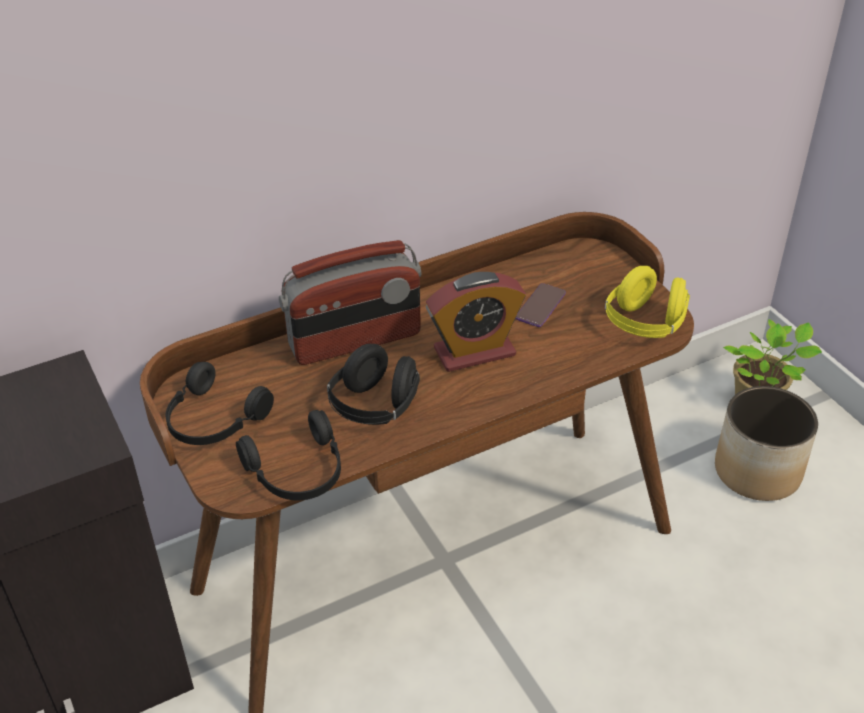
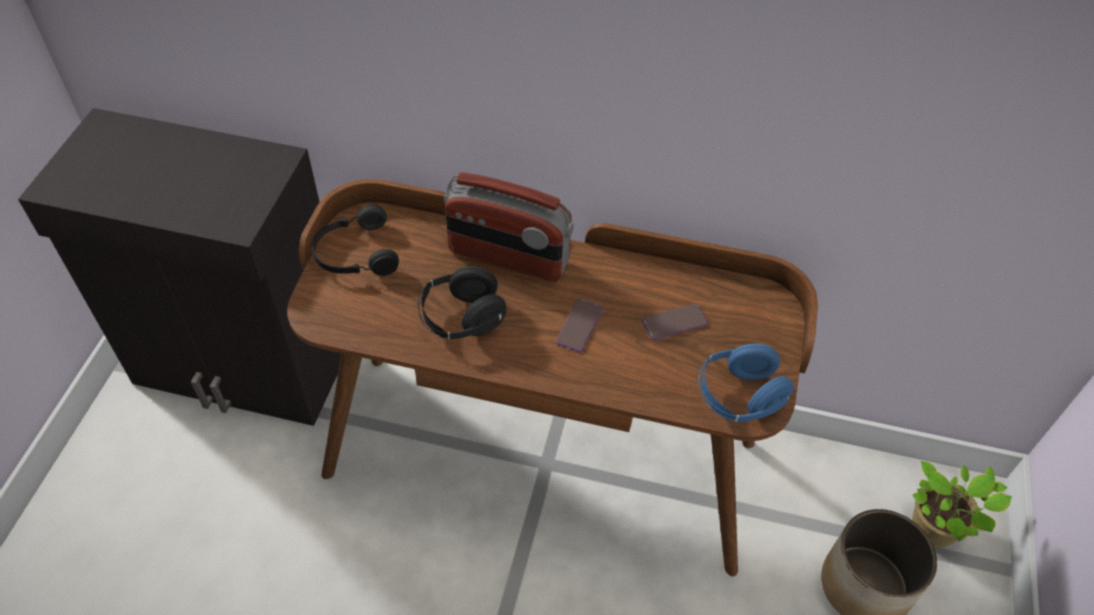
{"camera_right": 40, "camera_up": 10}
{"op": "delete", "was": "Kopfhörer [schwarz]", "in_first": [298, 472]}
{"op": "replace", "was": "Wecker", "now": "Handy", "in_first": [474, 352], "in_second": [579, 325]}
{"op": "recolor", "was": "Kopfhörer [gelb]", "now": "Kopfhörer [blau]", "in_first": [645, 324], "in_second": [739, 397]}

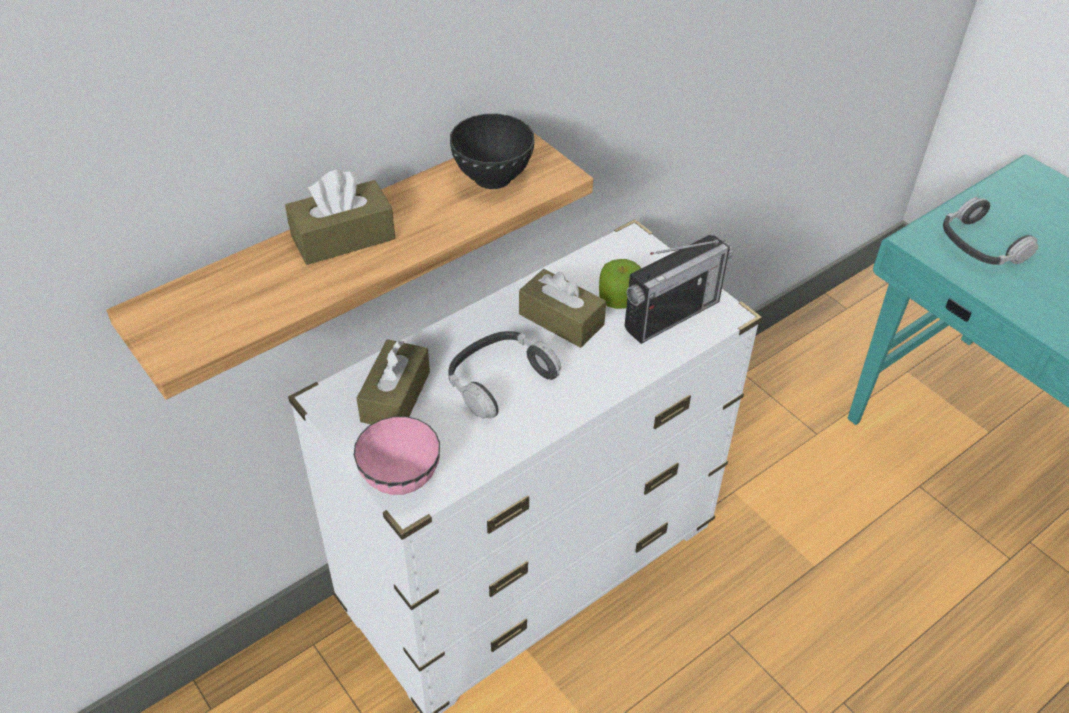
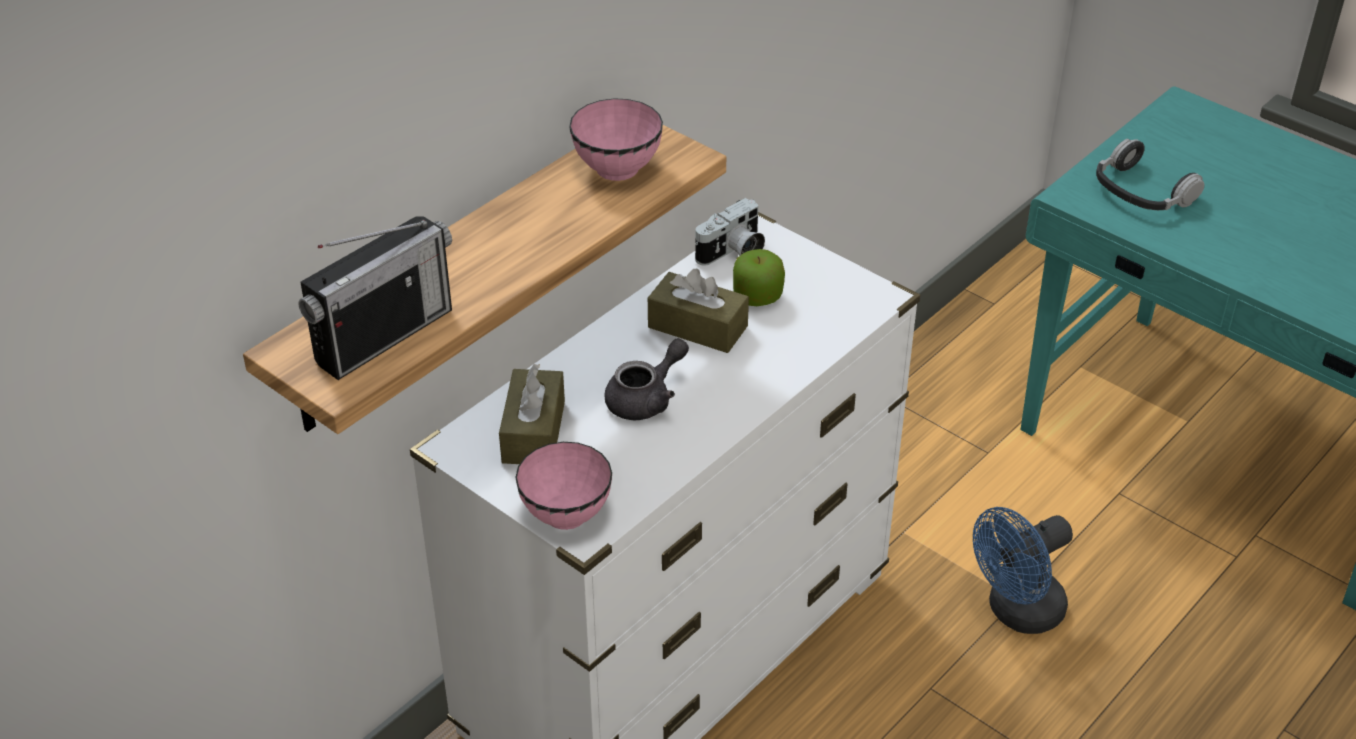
{"camera_right": -10, "camera_up": -5}
{"op": "delete", "was": "Taschentuchbox [braun]", "in_first": [343, 237]}
{"op": "insert", "now": "Kamera", "in_second": [733, 253]}
{"op": "insert", "now": "Ventilator [blau]", "in_second": [1017, 612]}
{"op": "move", "was": "Radio", "in_first": [672, 315], "in_second": [384, 336]}
{"op": "replace", "was": "Kopfhörer", "now": "Teekanne [grau]", "in_first": [499, 380], "in_second": [646, 399]}
{"op": "recolor", "was": "Schüssel [schwarz]", "now": "Schüssel [rosa]", "in_first": [492, 176], "in_second": [616, 168]}

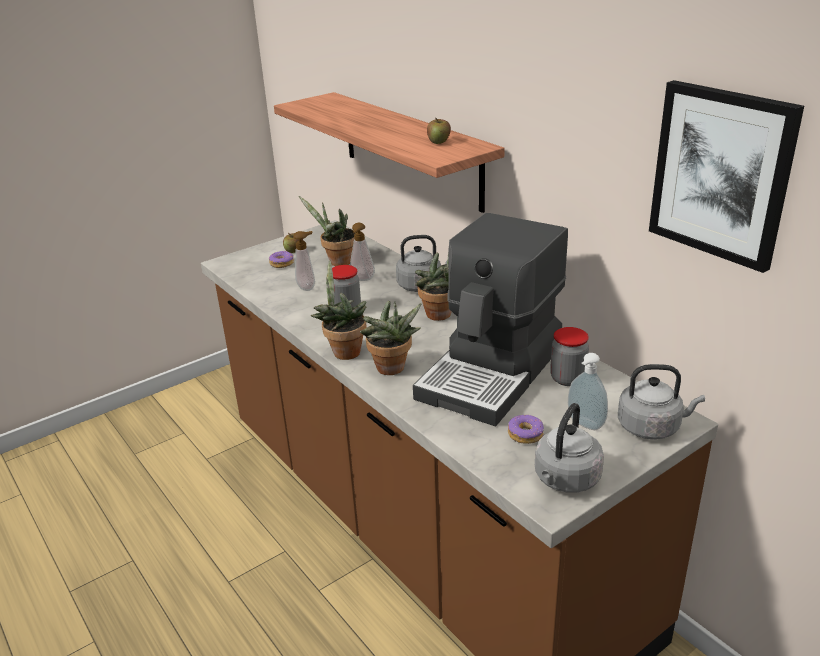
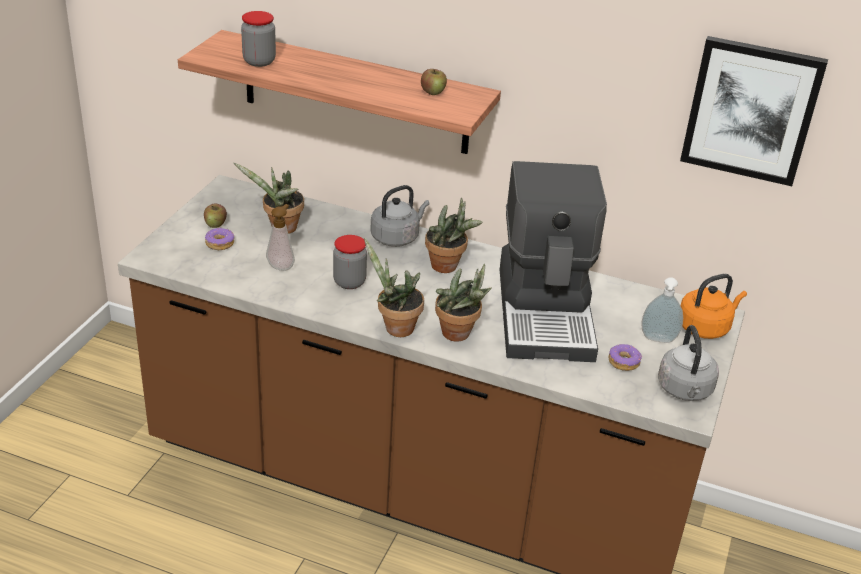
{"camera_right": -35, "camera_up": 5}
{"op": "delete", "was": "Seifenspender", "in_first": [362, 280]}
{"op": "move", "was": "Vorratsglas", "in_first": [567, 378], "in_second": [259, 61]}
{"op": "recolor", "was": "Wasserkessel [grau]", "now": "Wasserkessel [orange]", "in_first": [652, 427], "in_second": [705, 327]}

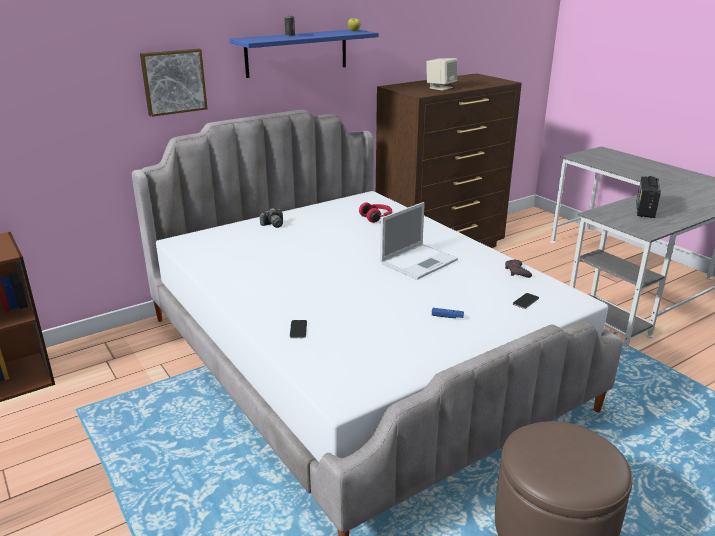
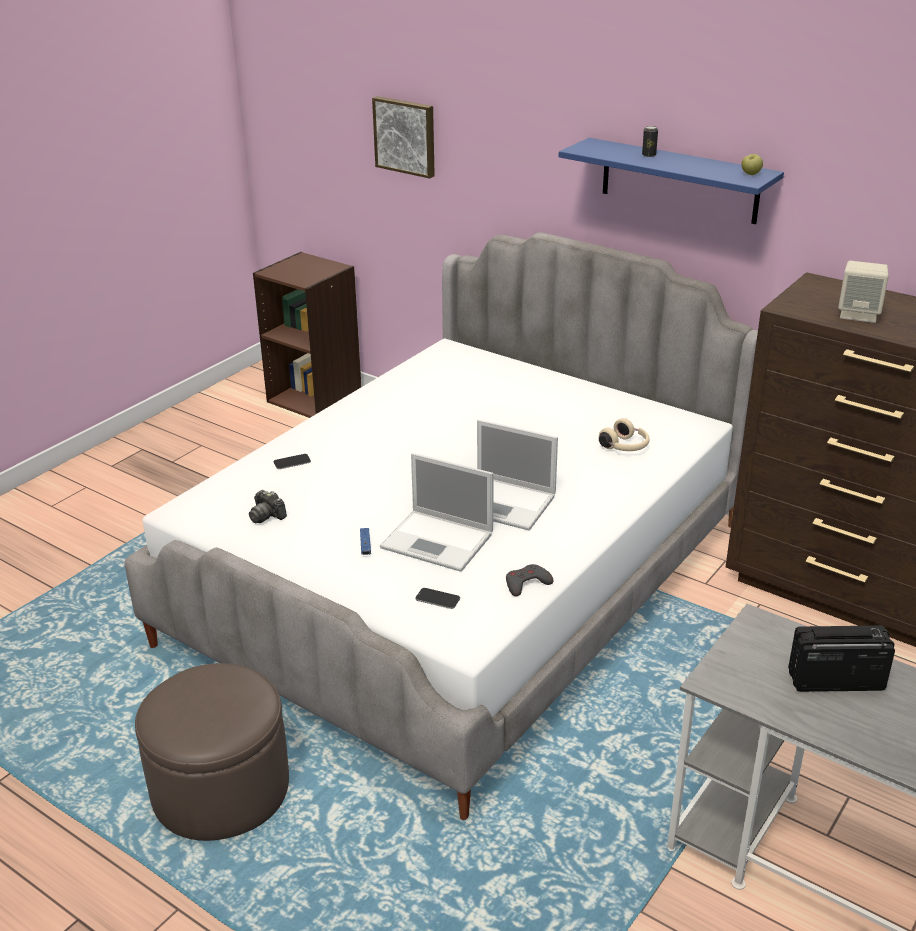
{"camera_right": 70, "camera_up": 5}
{"op": "insert", "now": "Laptop", "in_second": [439, 541]}
{"op": "move", "was": "Bild", "in_first": [173, 81], "in_second": [406, 136]}
{"op": "move", "was": "Kamera", "in_first": [273, 225], "in_second": [267, 515]}
{"op": "recolor", "was": "Kopfhörer [rot]", "now": "Kopfhörer [beige]", "in_first": [376, 217], "in_second": [625, 447]}

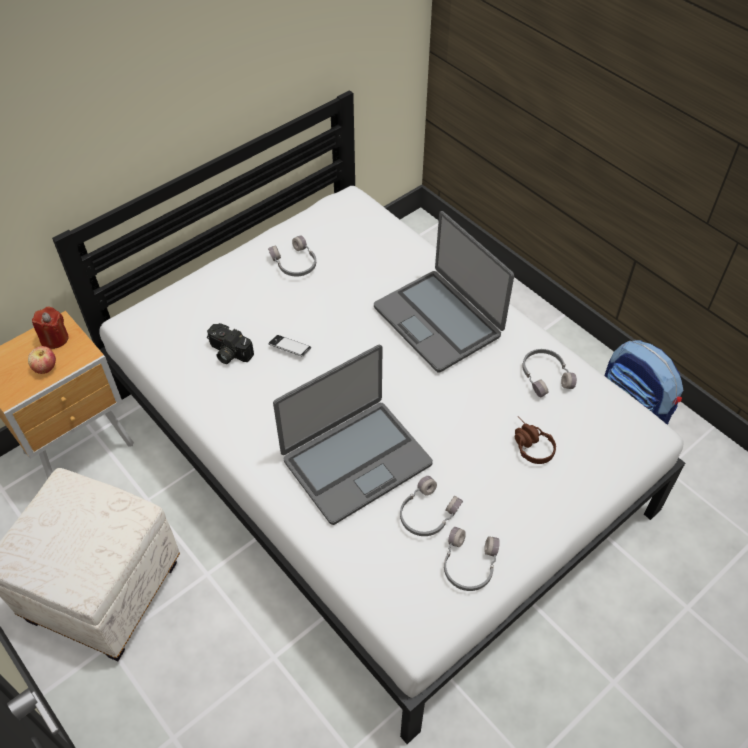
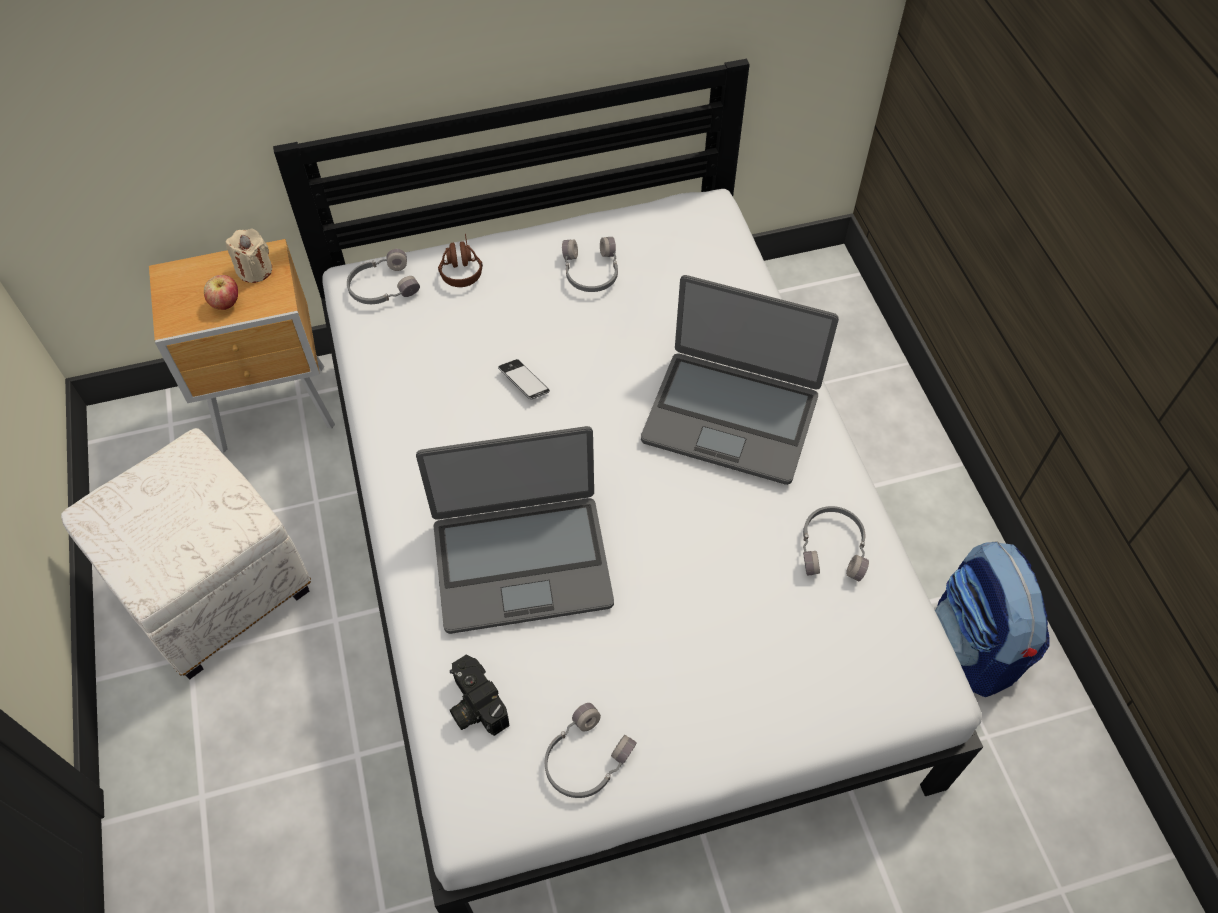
{"camera_right": 25, "camera_up": 5}
{"op": "move", "was": "Kamera", "in_first": [228, 353], "in_second": [473, 705]}
{"op": "move", "was": "Kopfhörer [grau]", "in_first": [426, 513], "in_second": [382, 287]}
{"op": "move", "was": "Kopfhörer [braun]", "in_first": [529, 444], "in_second": [460, 267]}
{"op": "recolor", "was": "Kerze [rot]", "now": "Kerze [beige]", "in_first": [55, 338], "in_second": [255, 270]}
{"op": "rotate", "was": "Laptop", "in_first": [438, 320], "in_second": [731, 416], "clockwise": -60}

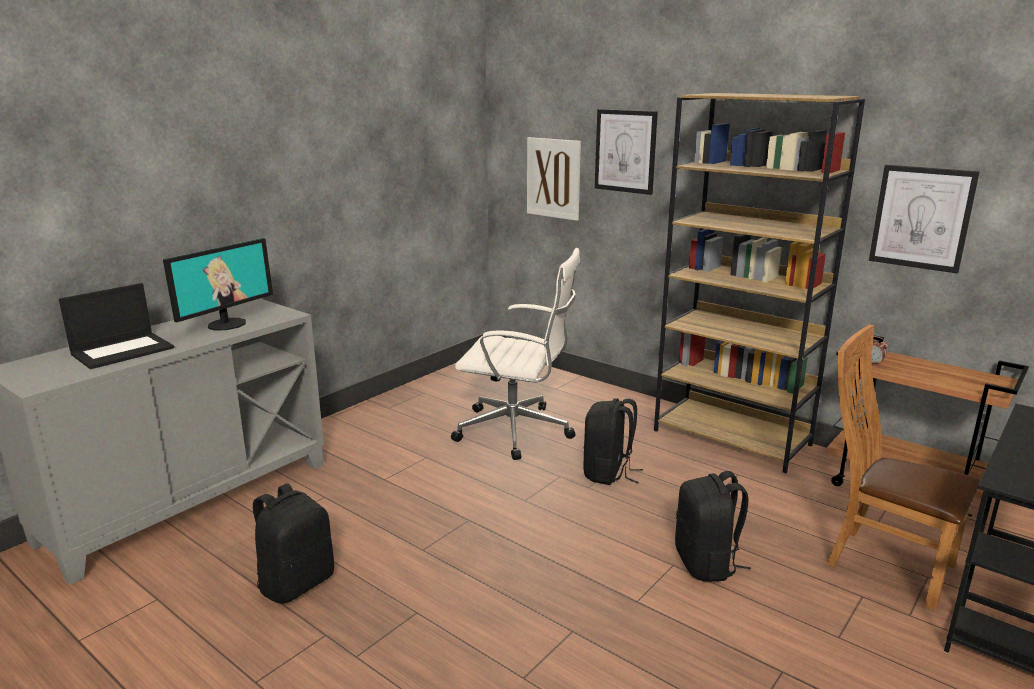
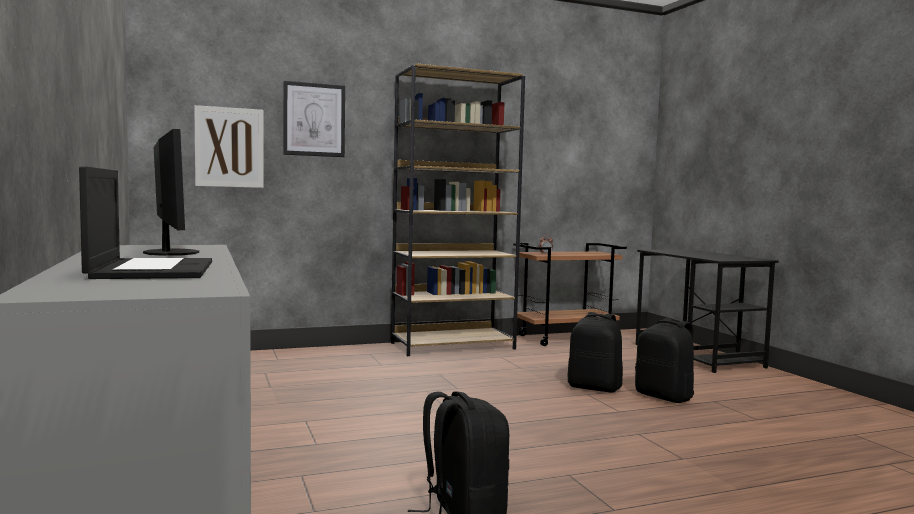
{"camera_right": -60, "camera_up": -15}
{"op": "delete", "was": "Bürostuhl [weiß]", "in_first": [517, 431]}
{"op": "delete", "was": "Stuhl [braun]", "in_first": [881, 562]}
{"op": "delete", "was": "Bild", "in_first": [921, 218]}
{"op": "move", "was": "Rucksack [schwarz]", "in_first": [608, 473], "in_second": [665, 397]}

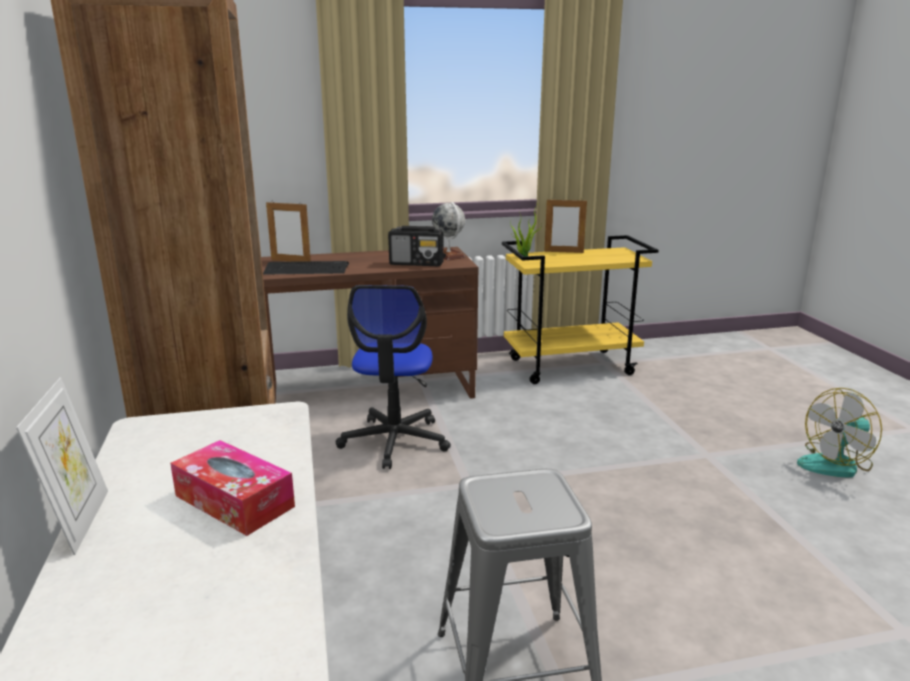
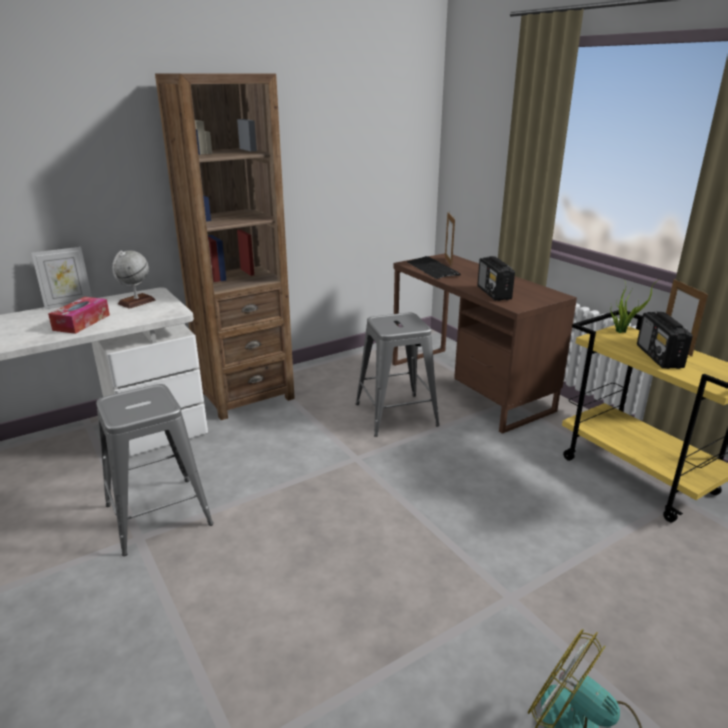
{"camera_right": 70, "camera_up": 5}
{"op": "insert", "now": "Radio", "in_second": [659, 357]}
{"op": "move", "was": "Globus", "in_first": [448, 256], "in_second": [136, 302]}
{"op": "replace", "was": "Bürostuhl", "now": "Hocker [grau]", "in_first": [394, 441], "in_second": [396, 415]}

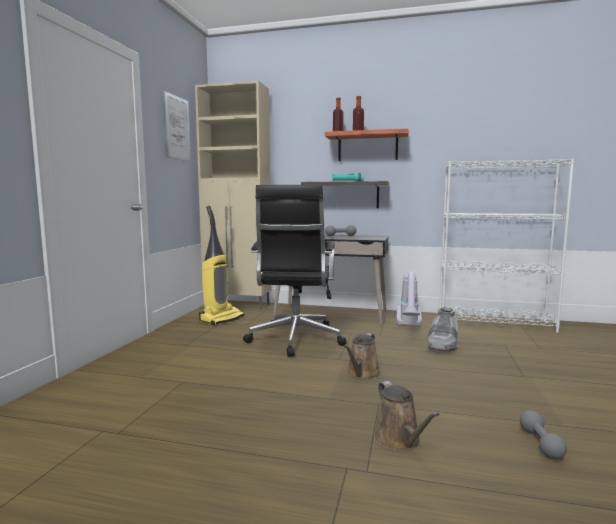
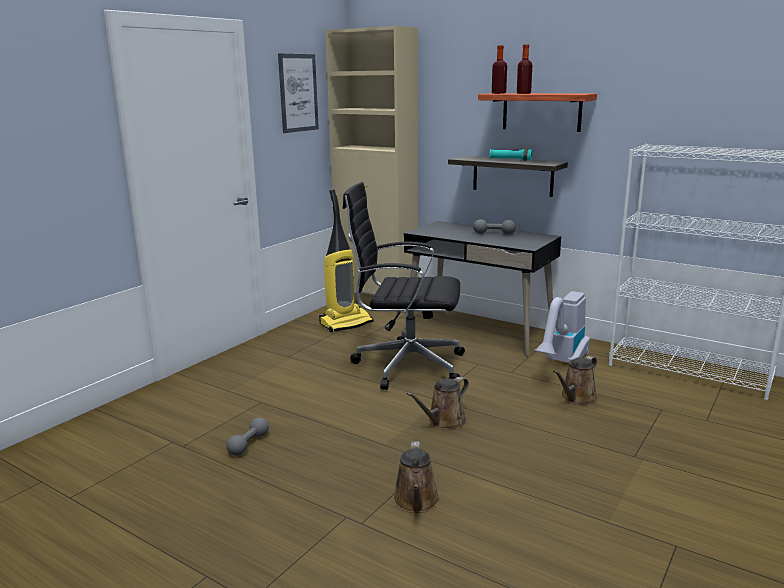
{"camera_right": 20, "camera_up": 10}
{"op": "move", "was": "Hantel [grau]", "in_first": [540, 444], "in_second": [249, 444]}
{"op": "replace", "was": "Stiefel [grau]", "now": "Gießkanne [braun]", "in_first": [443, 346], "in_second": [576, 398]}
{"op": "rotate", "was": "Bürostuhl [schwarz]", "in_first": [295, 340], "in_second": [406, 365], "clockwise": 75}

